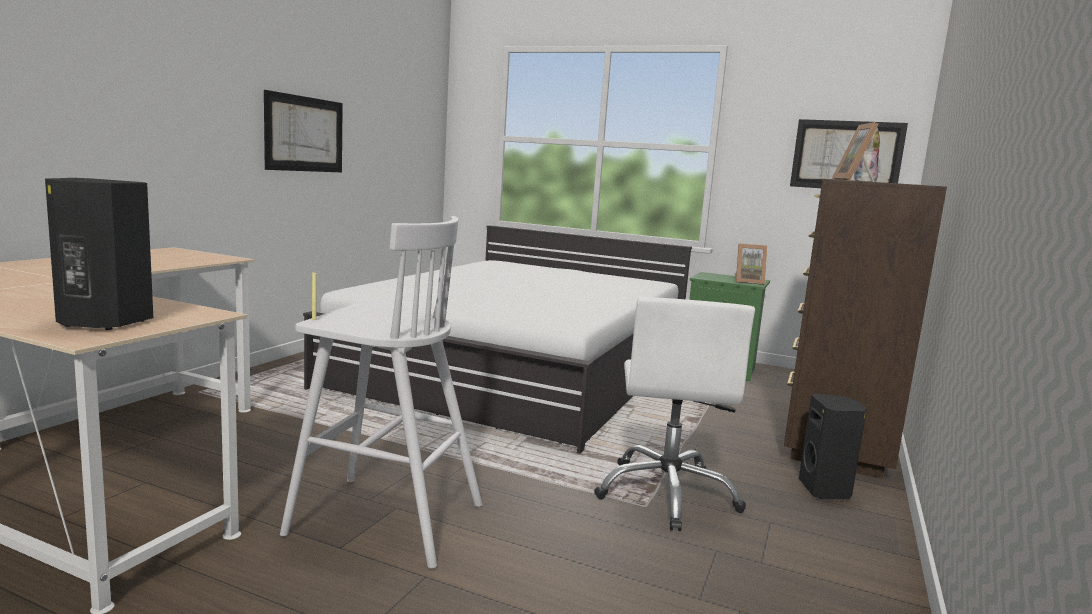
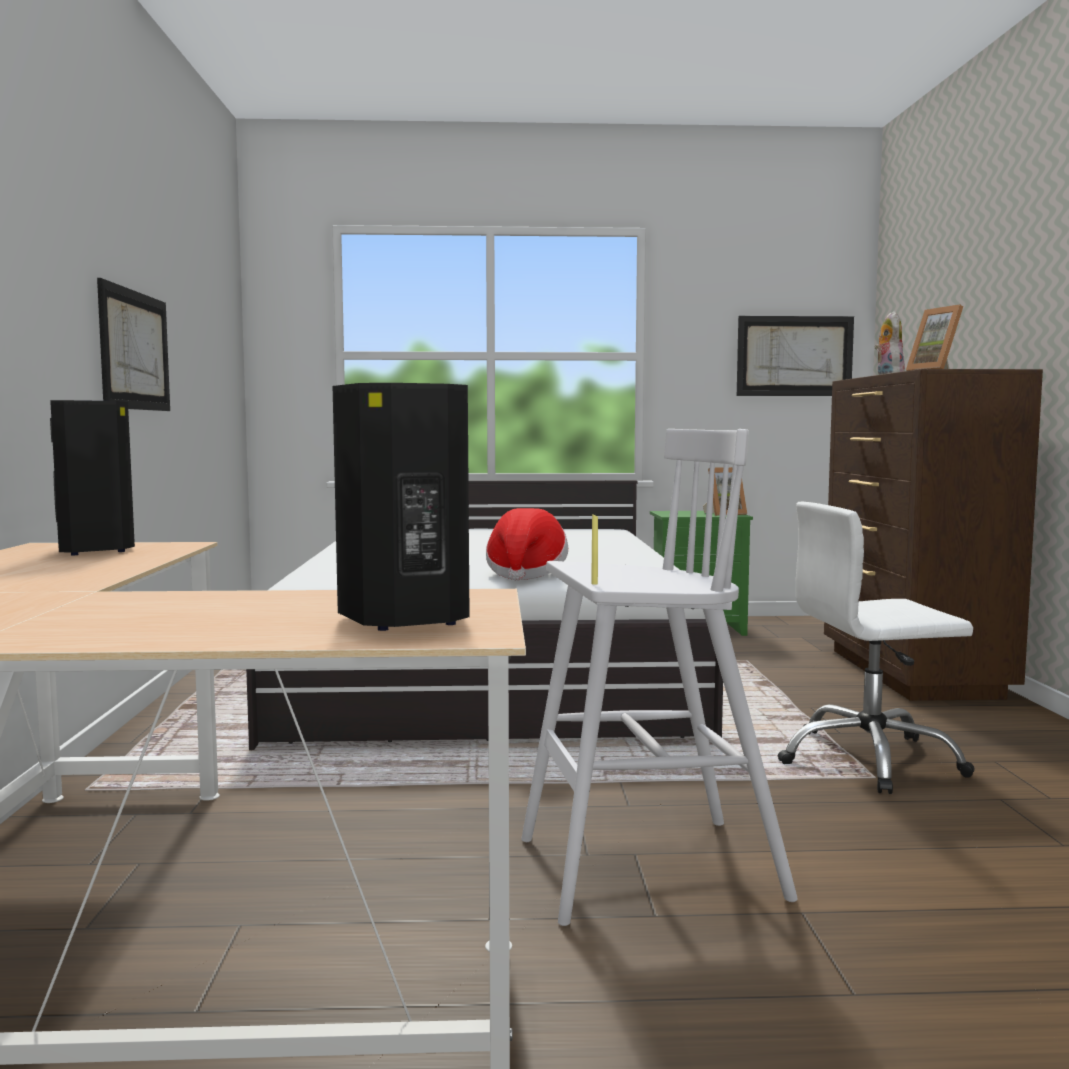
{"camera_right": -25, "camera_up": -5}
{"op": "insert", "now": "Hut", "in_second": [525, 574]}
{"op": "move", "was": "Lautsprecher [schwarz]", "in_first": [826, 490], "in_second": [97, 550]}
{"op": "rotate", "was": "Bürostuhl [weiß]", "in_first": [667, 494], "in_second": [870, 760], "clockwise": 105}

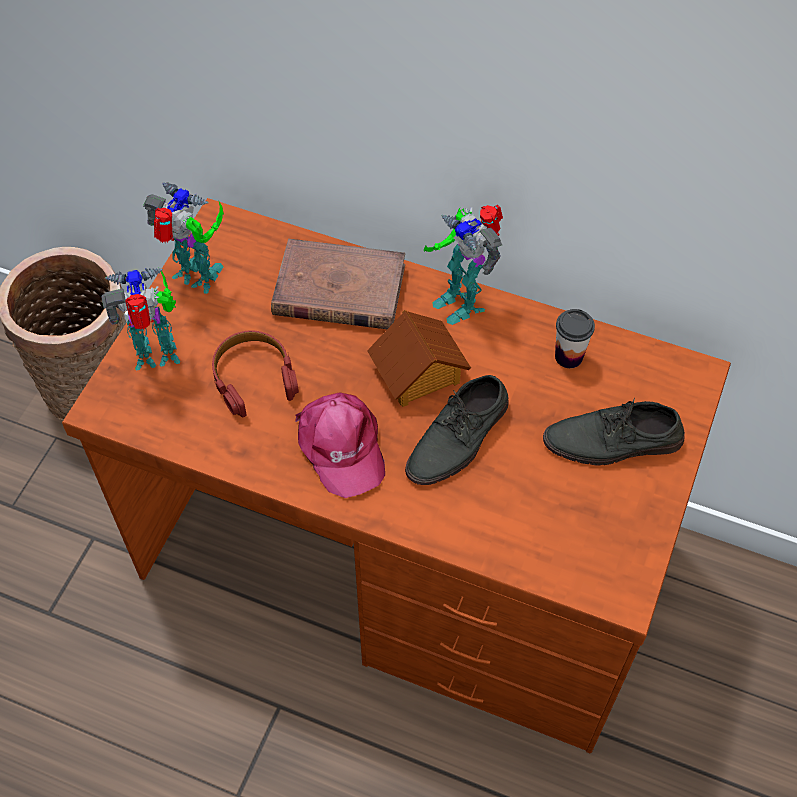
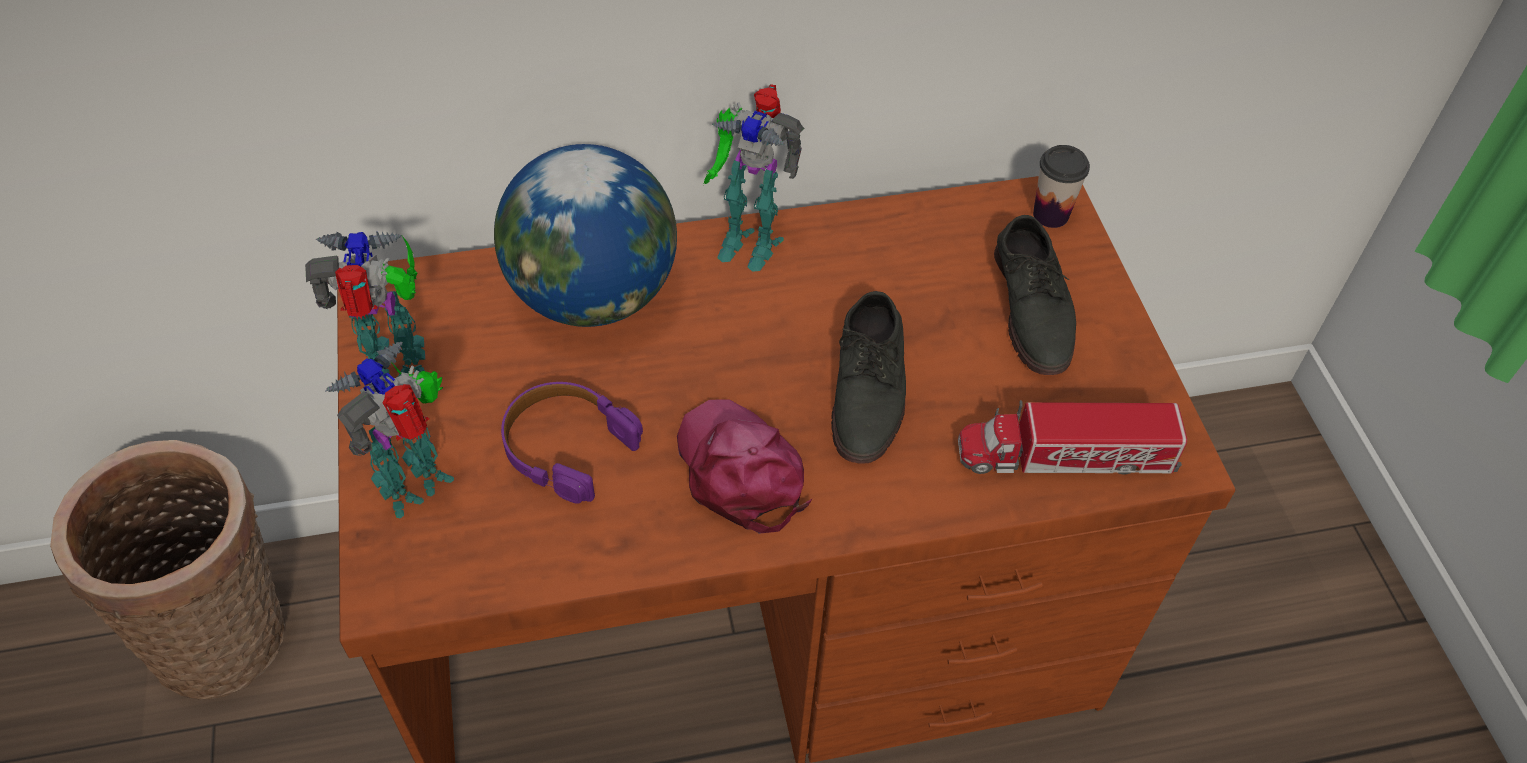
{"camera_right": -35, "camera_up": -5}
{"op": "delete", "was": "Spielzeughaus", "in_first": [418, 373]}
{"op": "insert", "now": "Spielzeuglaster", "in_second": [1066, 456]}
{"op": "move", "was": "Tasse", "in_first": [568, 356], "in_second": [1050, 215]}
{"op": "replace", "was": "Buch [braun]", "now": "Globus", "in_first": [338, 290], "in_second": [594, 296]}
{"op": "recolor", "was": "Kopfhörer [rot]", "now": "Kopfhörer [lila]", "in_first": [253, 377], "in_second": [567, 447]}
{"op": "rotate", "was": "Kappe [rosa]", "in_first": [341, 447], "in_second": [741, 471], "clockwise": -150}
{"op": "rotate", "was": "Schuh [grau]", "in_first": [613, 442], "in_second": [1033, 307], "clockwise": -60}

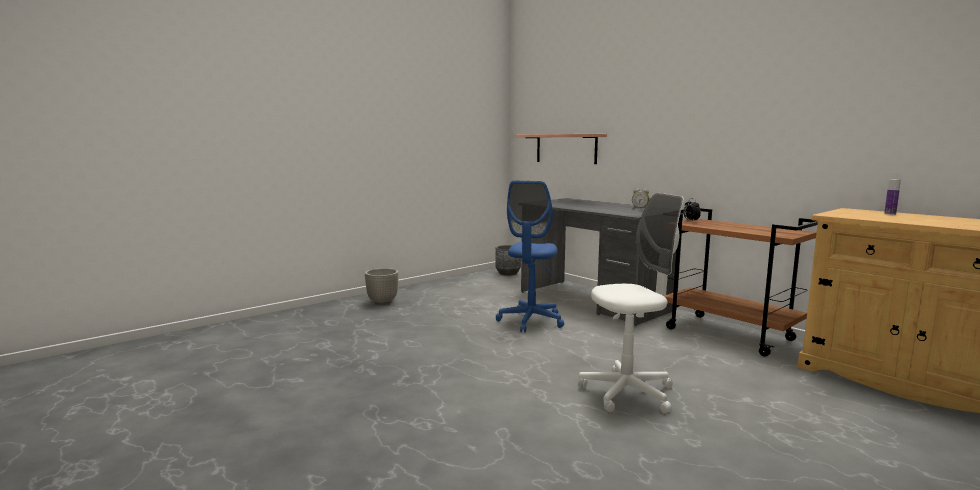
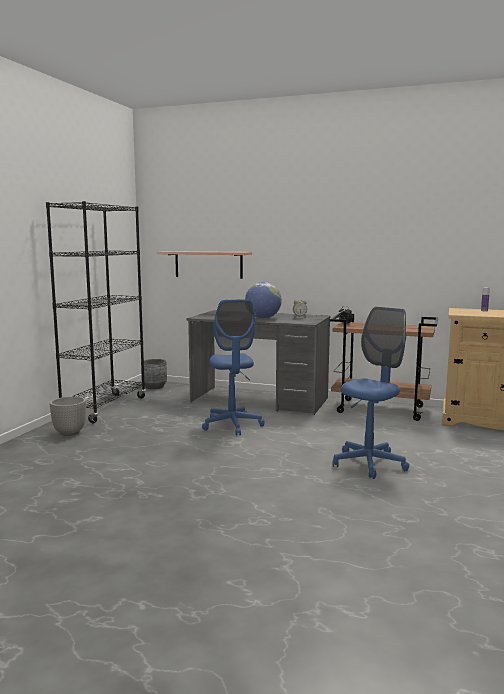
{"camera_right": -30, "camera_up": 0}
{"op": "insert", "now": "Bücherregal [schwarz]", "in_second": [105, 408]}
{"op": "insert", "now": "Globus", "in_second": [263, 318]}
{"op": "recolor", "was": "Bürostuhl [weiß]", "now": "Bürostuhl [blau]", "in_first": [627, 393], "in_second": [369, 464]}

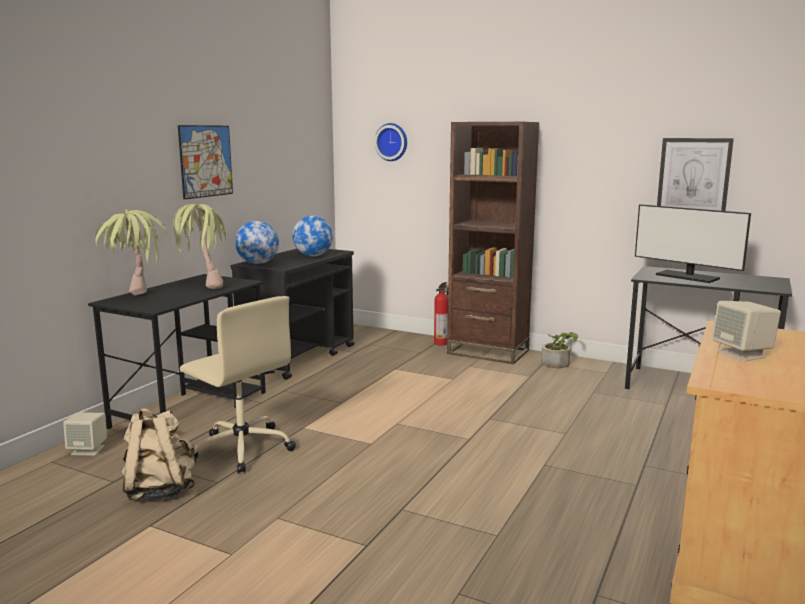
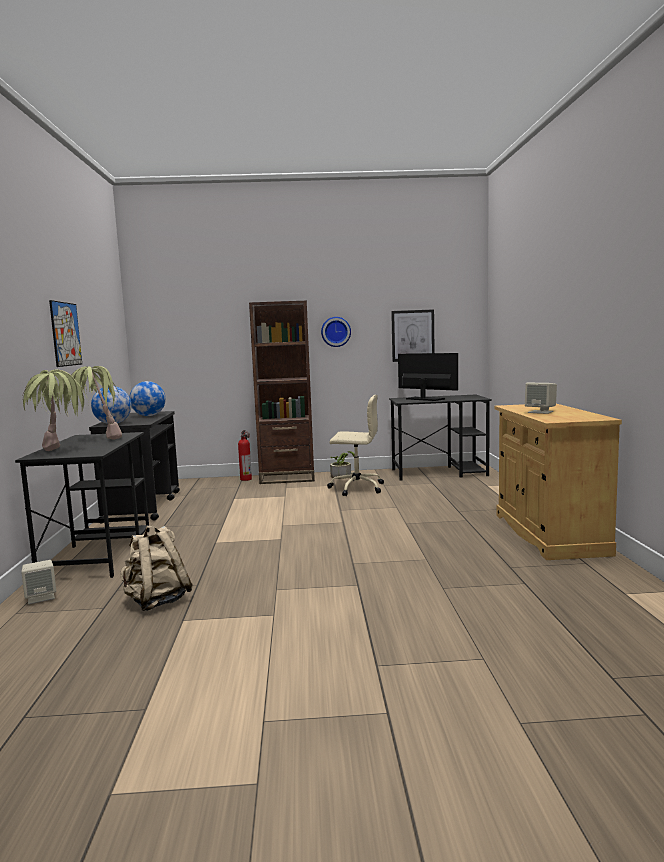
{"camera_right": -30, "camera_up": -5}
{"op": "move", "was": "Bürostuhl [beige]", "in_first": [241, 448], "in_second": [356, 488]}
{"op": "move", "was": "Wanduhr", "in_first": [392, 142], "in_second": [335, 331]}
{"op": "rotate", "was": "Monitor", "in_first": [687, 277], "in_second": [425, 399], "clockwise": -150}

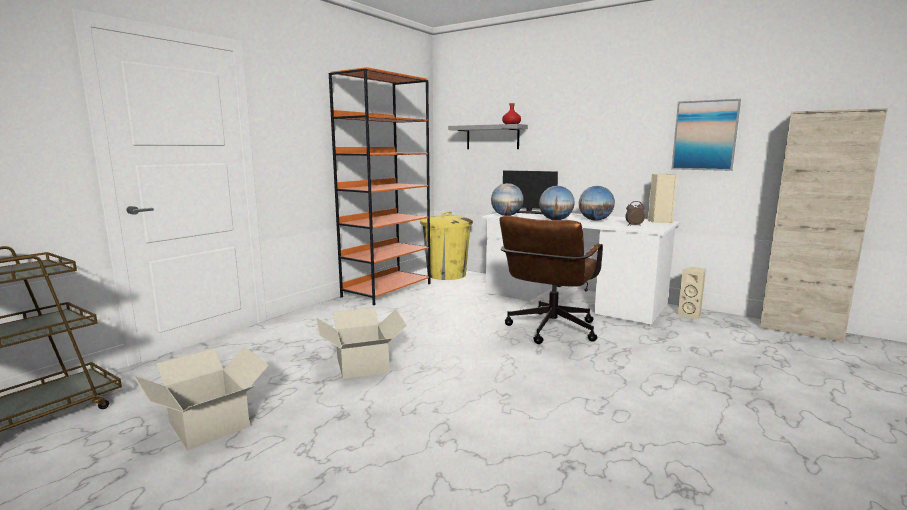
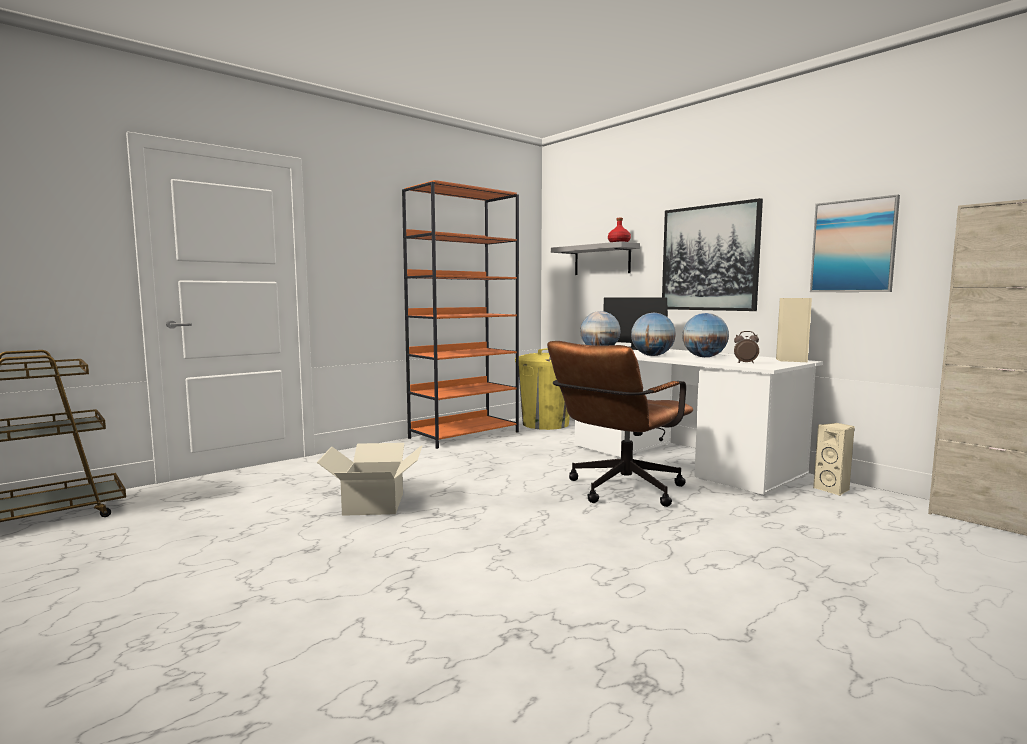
{"camera_right": 15, "camera_up": -5}
{"op": "delete", "was": "Karton", "in_first": [209, 424]}
{"op": "insert", "now": "Bild", "in_second": [709, 258]}

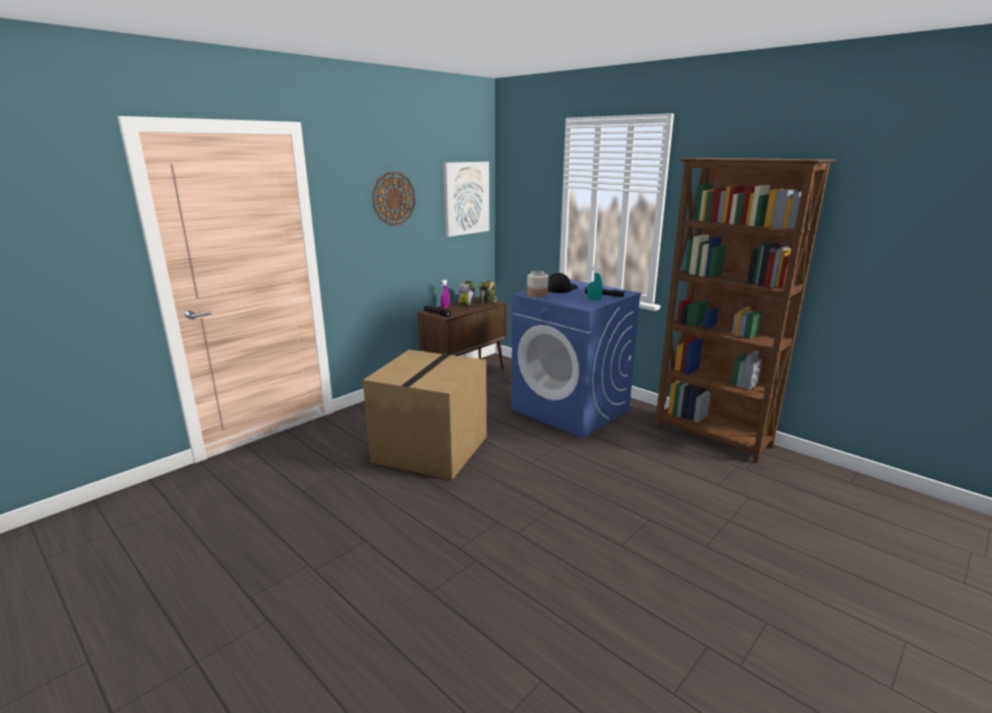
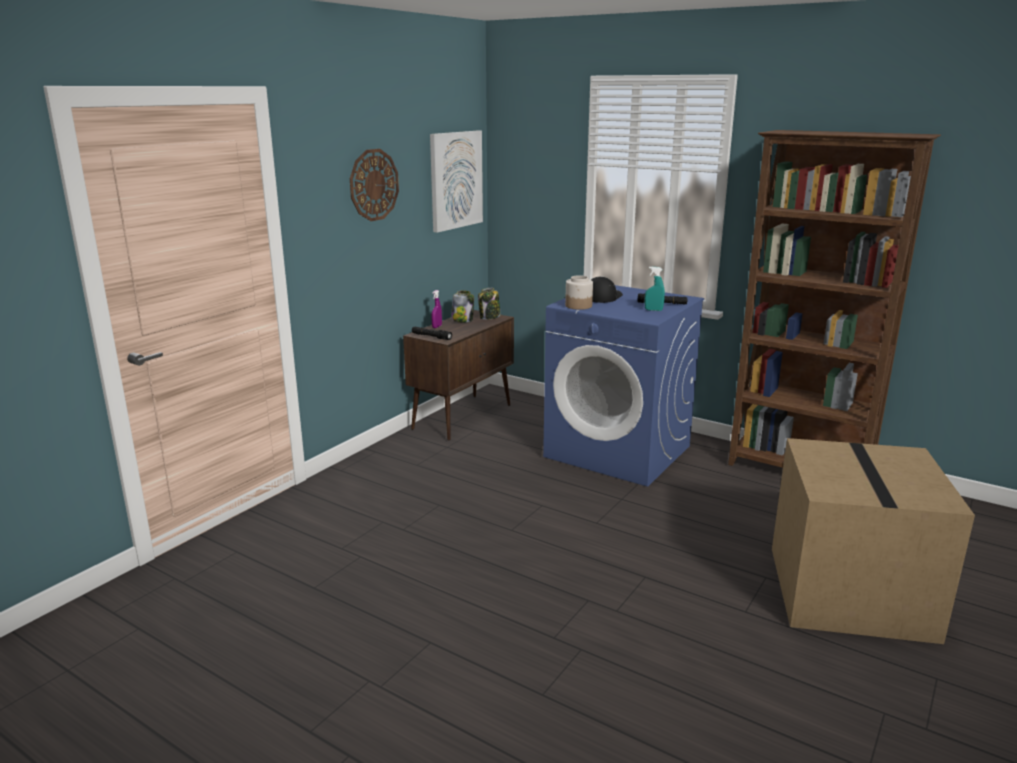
{"camera_right": -10, "camera_up": 0}
{"op": "move", "was": "Karton", "in_first": [430, 448], "in_second": [847, 590]}

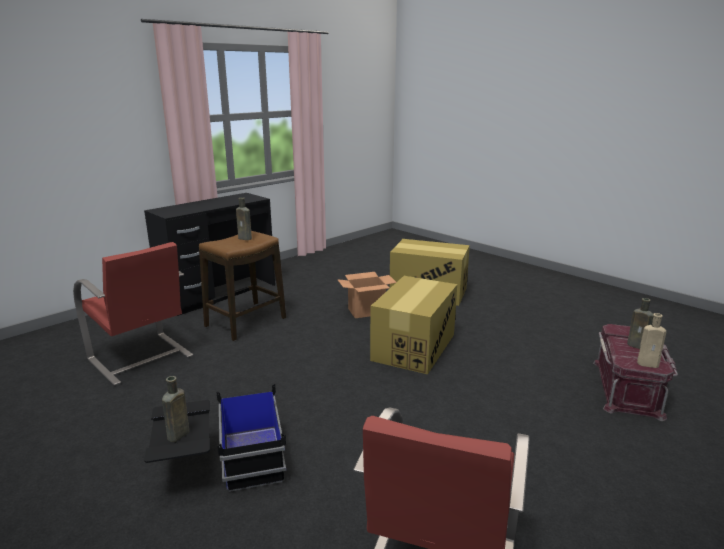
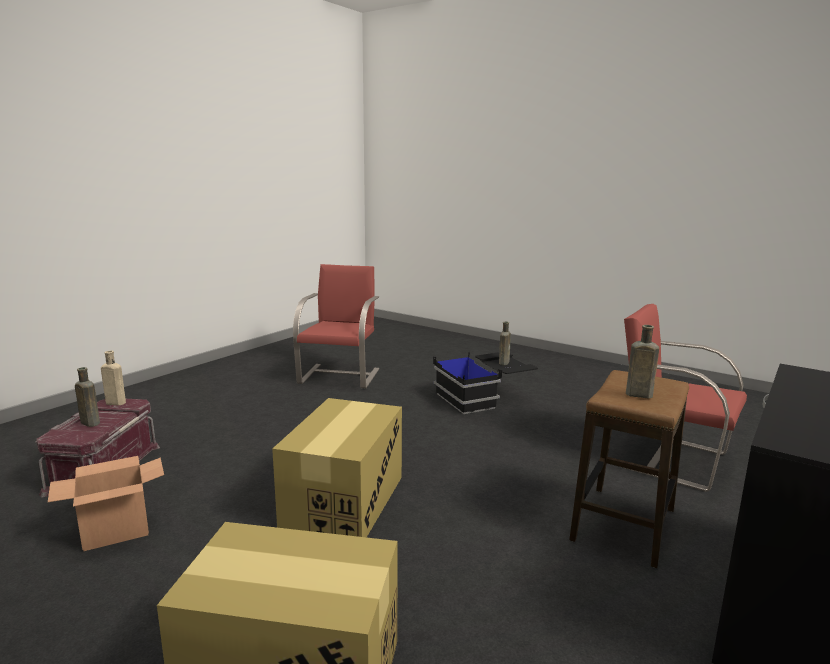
{"camera_right": 170, "camera_up": -5}
{"op": "move", "was": "Karton", "in_first": [367, 311], "in_second": [115, 532]}

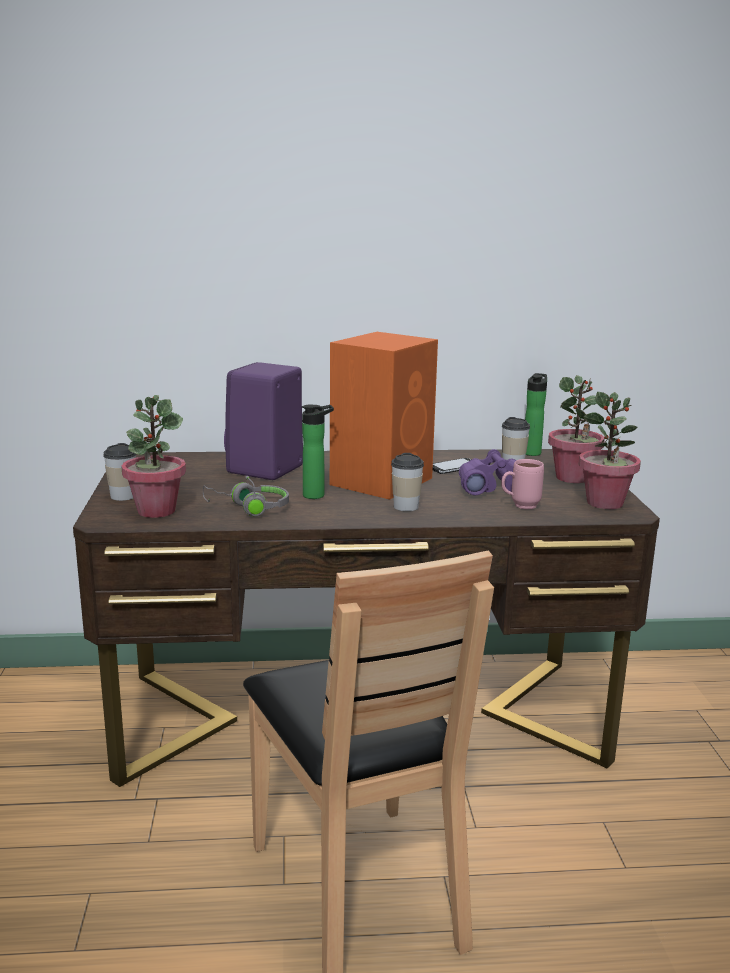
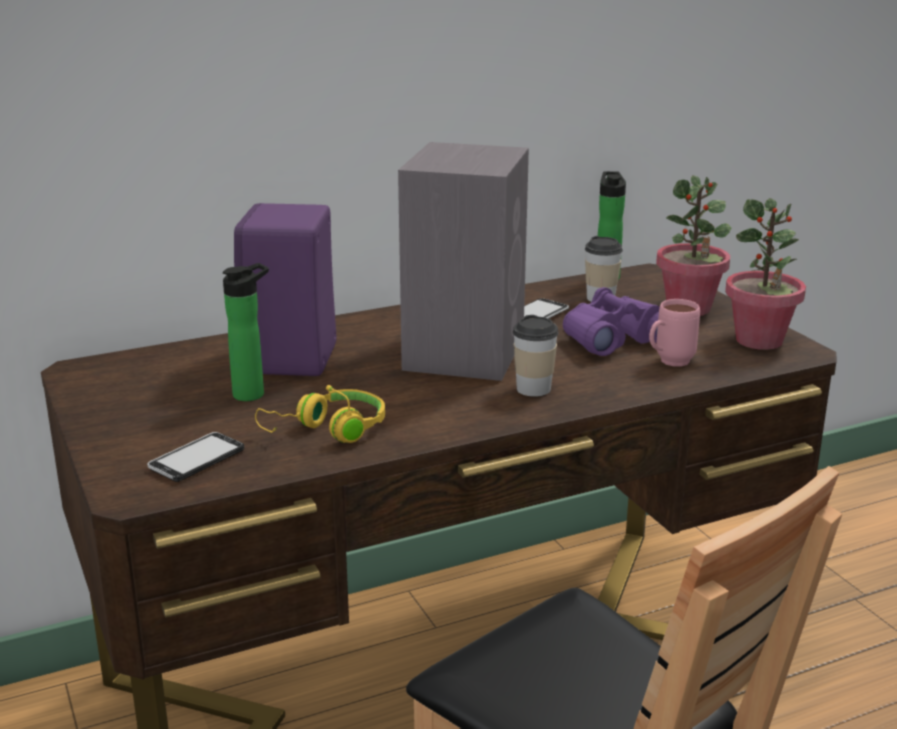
{"camera_right": -20, "camera_up": 5}
{"op": "delete", "was": "Tasse", "in_first": [123, 496]}
{"op": "move", "was": "Flasche", "in_first": [317, 495], "in_second": [253, 393]}
{"op": "replace", "was": "Topfpflanze", "now": "Handy", "in_first": [156, 511], "in_second": [197, 459]}
{"op": "recolor", "was": "Kopfhörer [grau]", "now": "Kopfhörer [gelb]", "in_first": [249, 508], "in_second": [328, 430]}
{"op": "recolor", "was": "Lautsprecher [orange]", "now": "Lautsprecher [grau]", "in_first": [383, 480], "in_second": [465, 351]}

